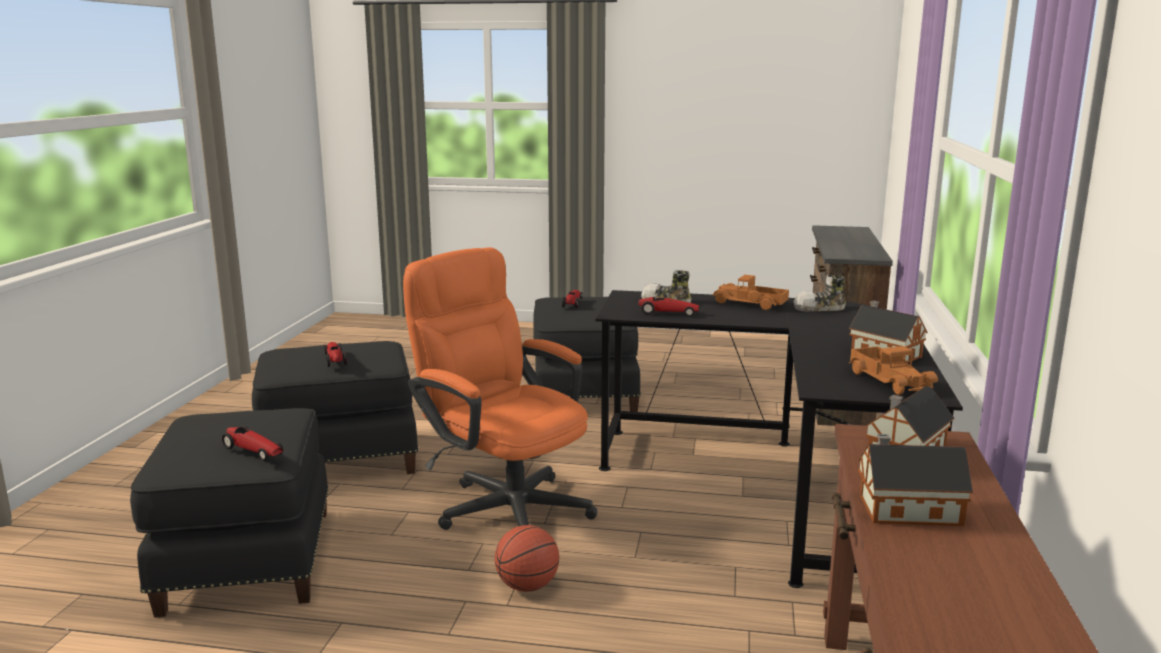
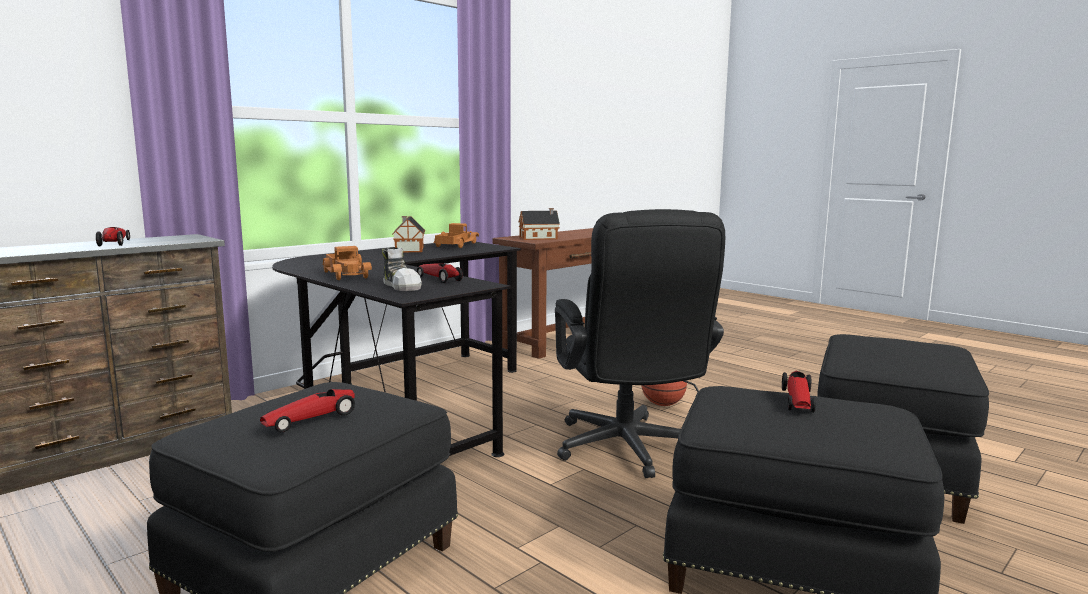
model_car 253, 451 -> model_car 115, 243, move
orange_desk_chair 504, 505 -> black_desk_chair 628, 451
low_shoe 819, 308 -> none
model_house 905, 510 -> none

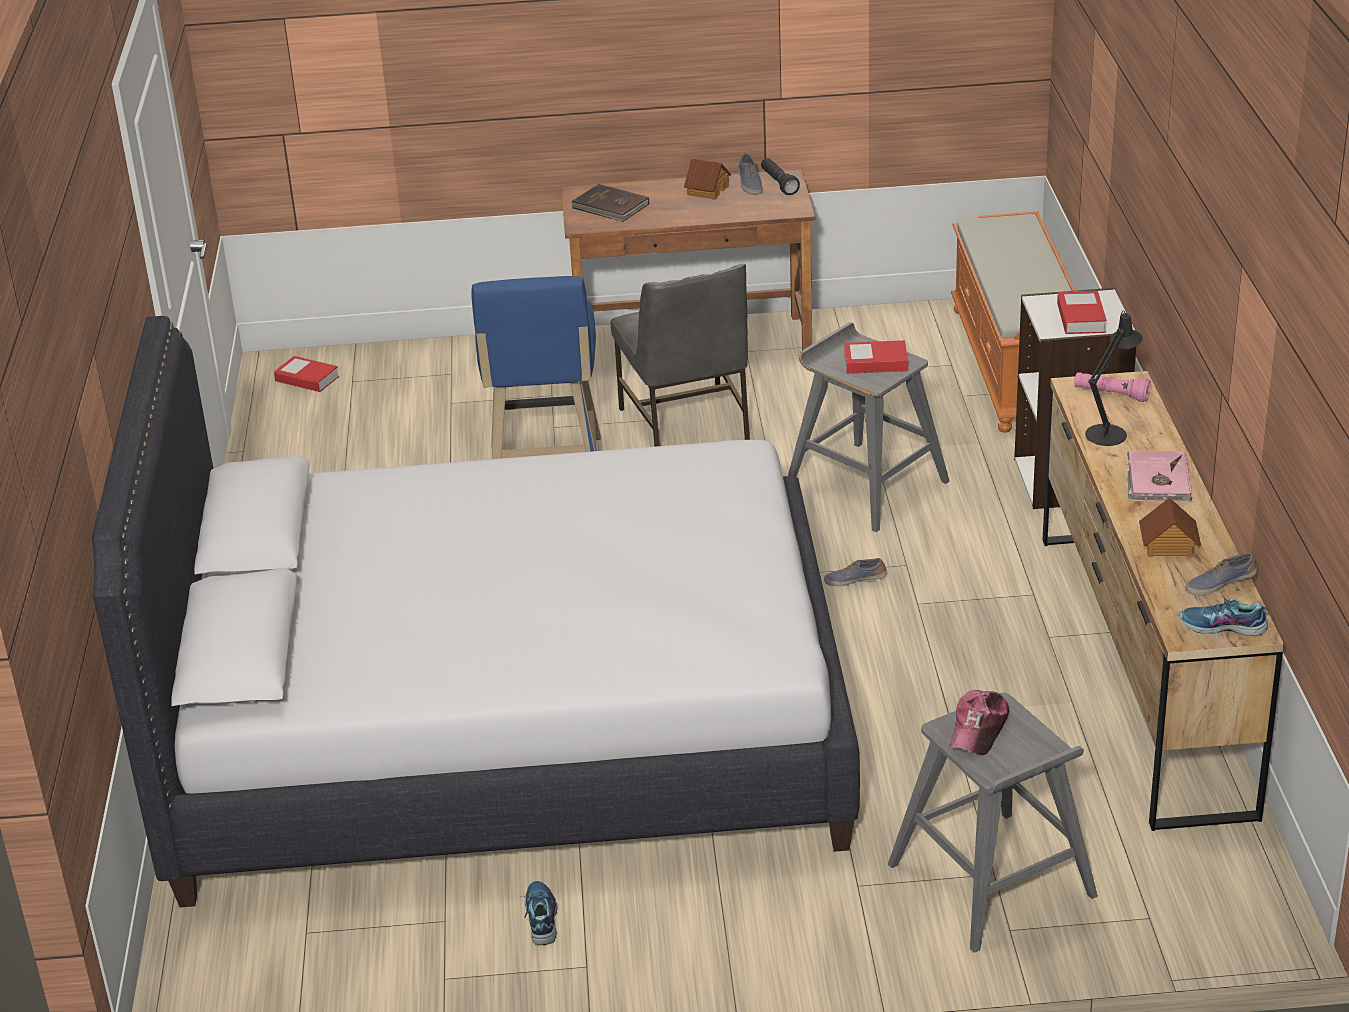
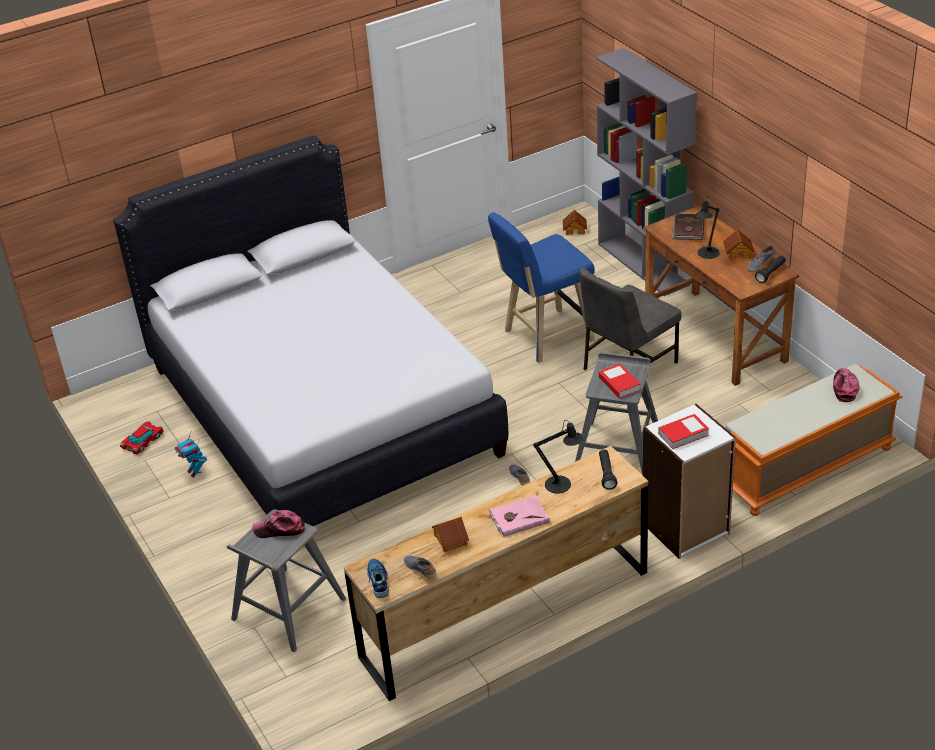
book 307, 379 -> model_house 575, 229
low_shoe 540, 918 -> model_robot 194, 472
pinkish_flashlight 1111, 395 -> black_flashlight 606, 474
none -> model_car 143, 441
none -> greyish_shelving_unit 644, 264
none -> black_table_lamp 707, 254
none -> cap 844, 388

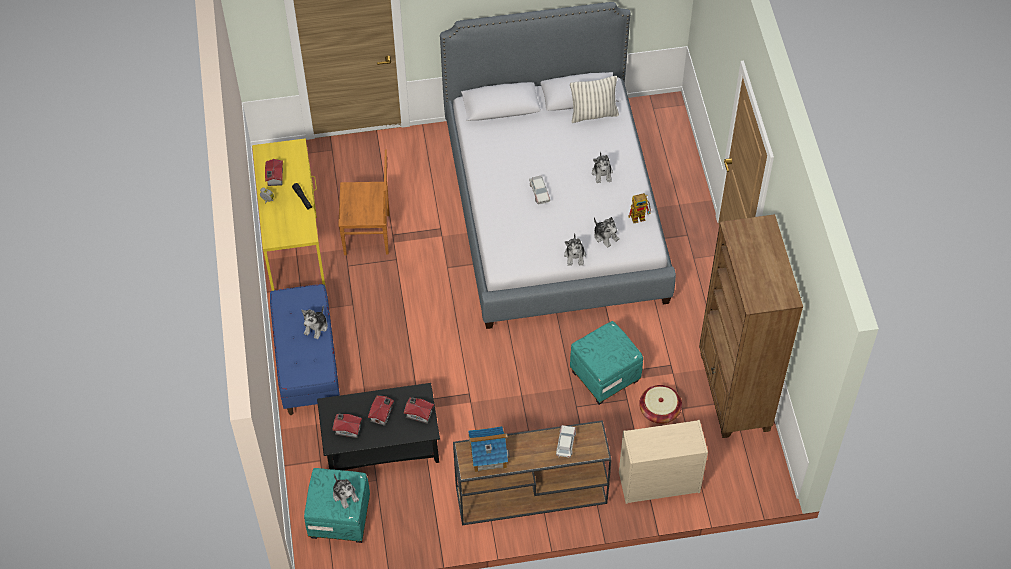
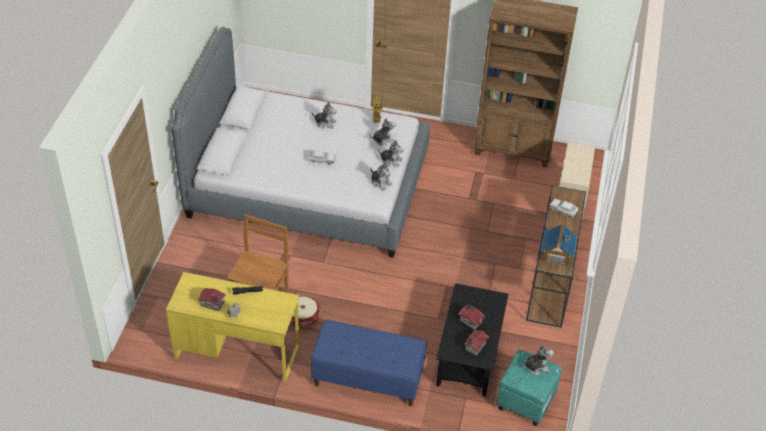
soft_toy 316, 327 -> soft_toy 380, 182, move
model_house 418, 413 -> none
cushion 593, 114 -> none
turquoise-coloured_pouffe 604, 377 -> none
basket 659, 410 -> basket 303, 318, move

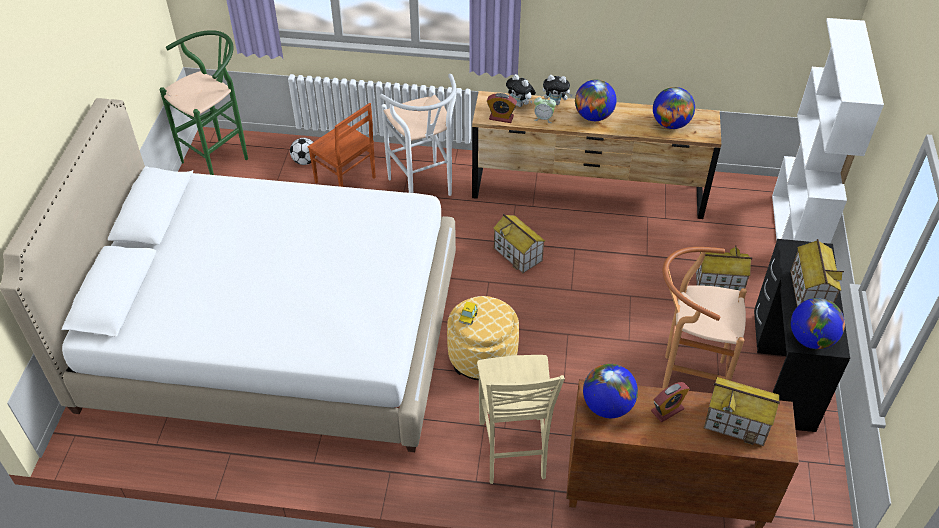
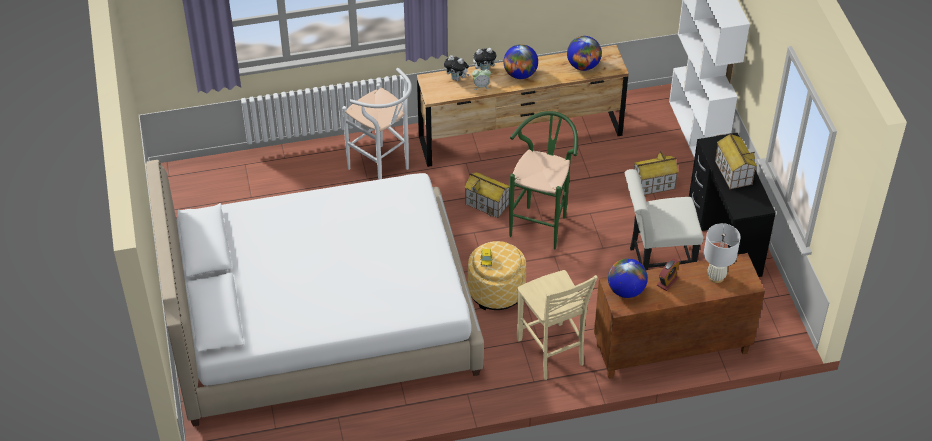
green_sitting_stool 221, 158 -> green_sitting_stool 541, 223, move
football 305, 161 -> none
brown_upright_chair 345, 181 -> none
bedside_clock 501, 117 -> none
brown_sitting_stool 684, 379 -> white-coloured_upright_chair 655, 265
model_house 737, 423 -> white-coloured_table_lamp 716, 277
desk_globe 811, 339 -> none

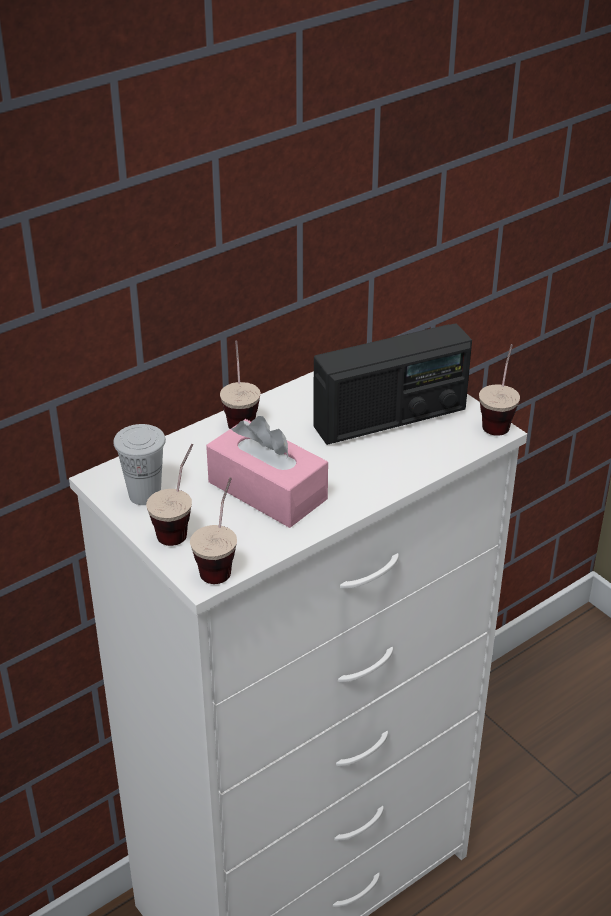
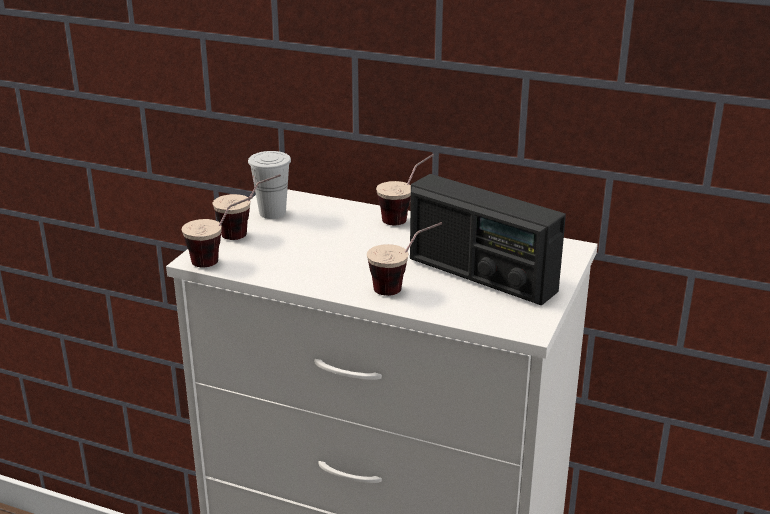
pinkish_tissue_holder 267, 490 -> none
cup 498, 419 -> cup 404, 287, move

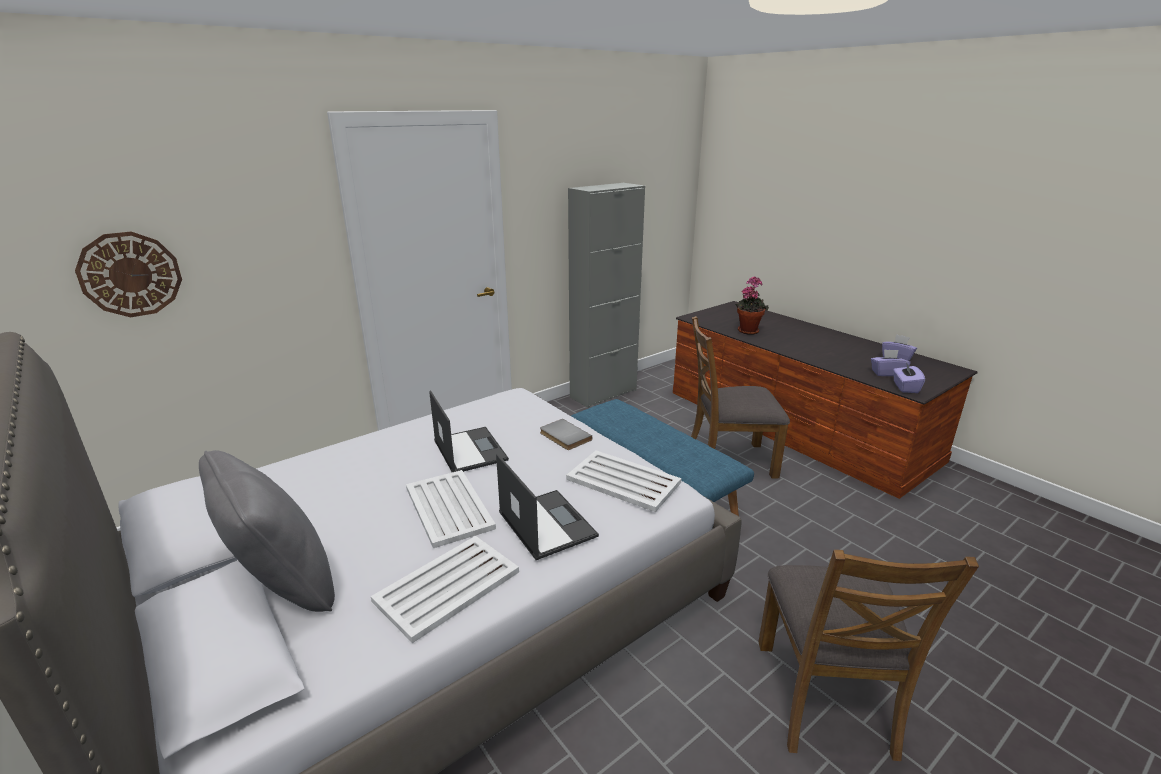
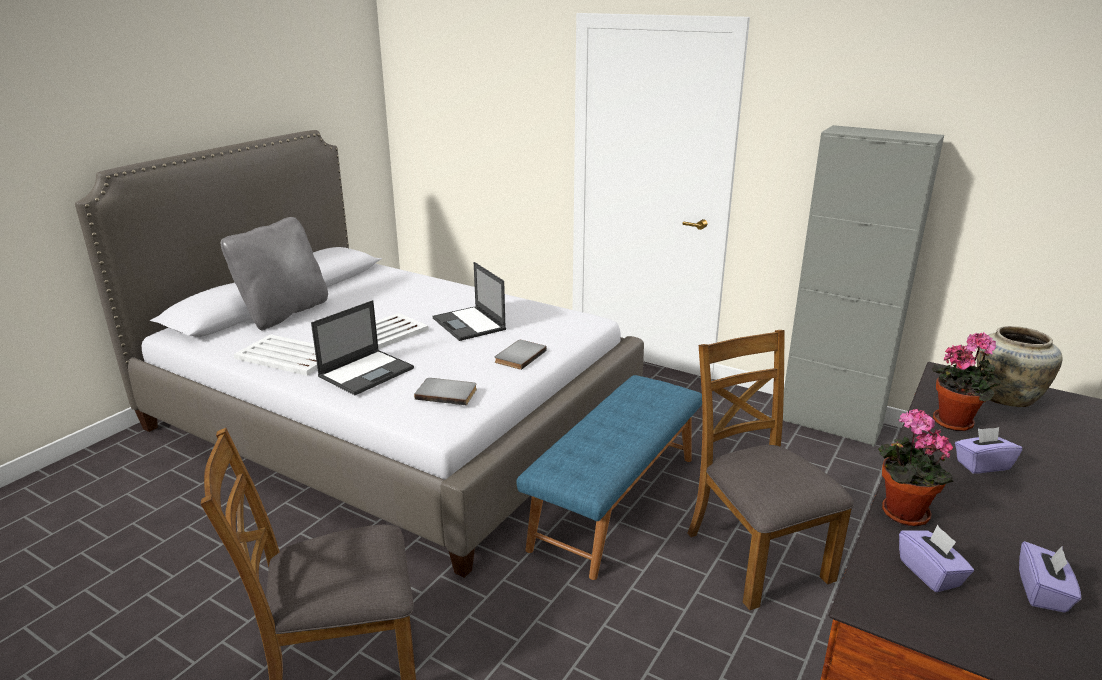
hanging_clock 130, 274 -> none
notebook_computer 469, 450 -> notebook_computer 469, 324, 105 degrees clockwise
white-coloured_serving_tray 622, 480 -> greyish_book 447, 393
purplish_tissue_holder 905, 387 -> purplish_tissue_holder 982, 465, move
none -> plant_in_a_pot 900, 513
none -> sand-coloured_flower_vase 1007, 397

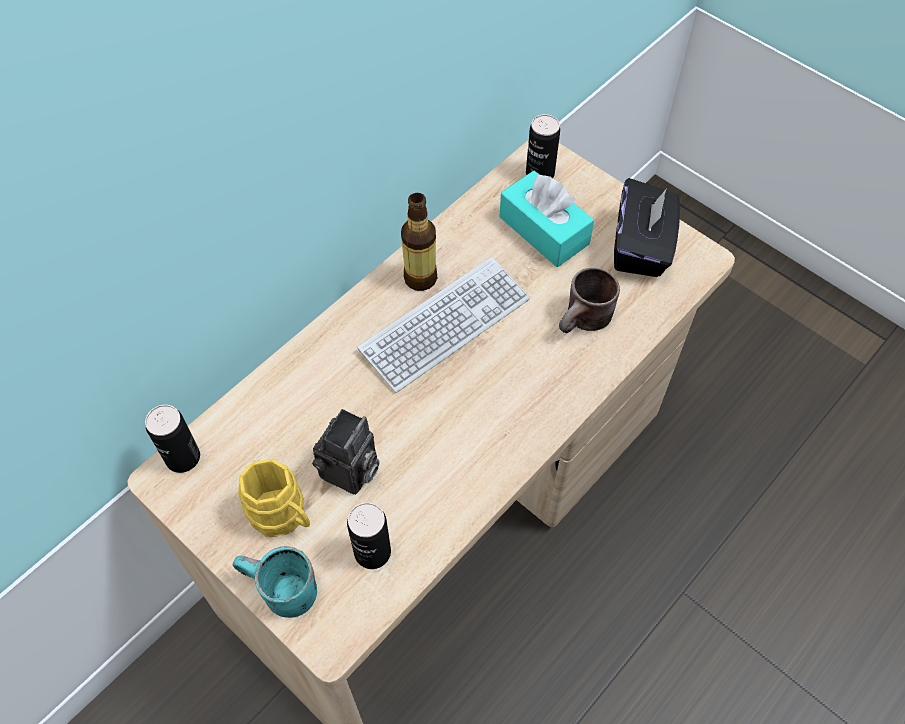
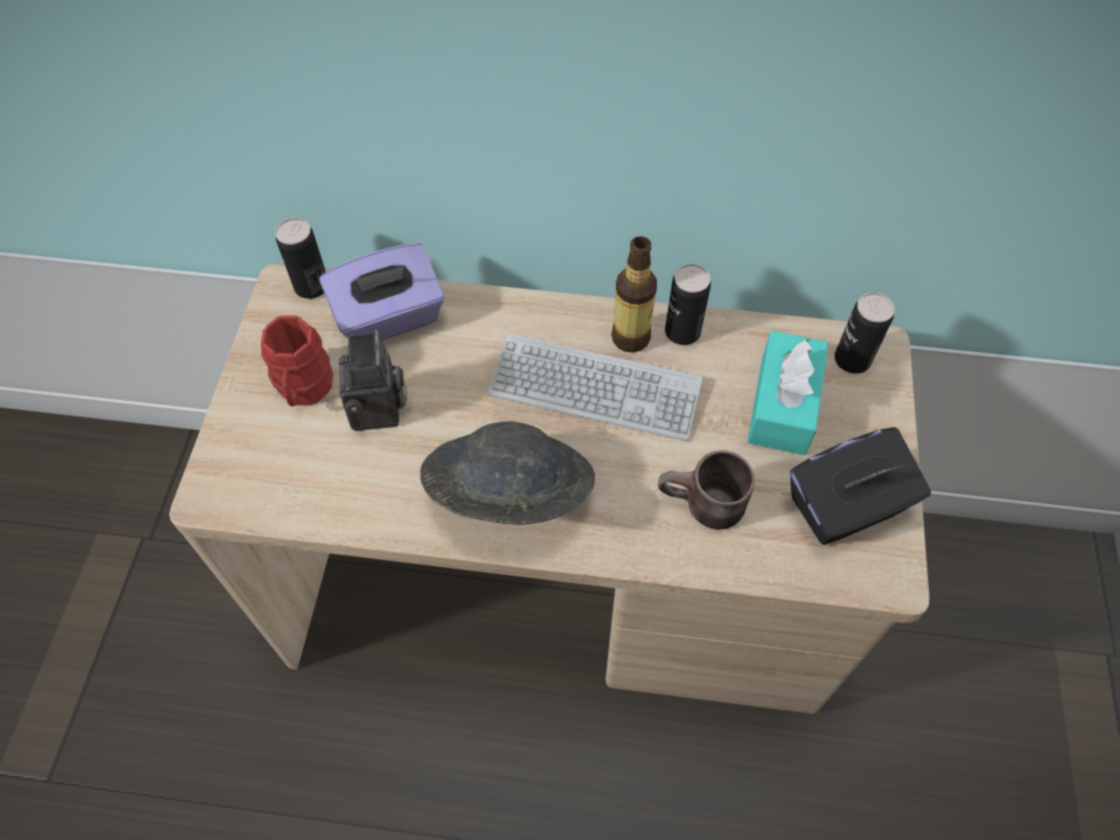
turquoise-coloured_tea_mug 278, 593 -> none
yellowish_tea_mug 283, 516 -> red-coloured_tea_mug 303, 389
still_camera 350, 473 -> still_camera 379, 411, 90 degrees counterclockwise
can 372, 552 -> can 682, 331, move
none -> purplish_tissue_holder 390, 318
none -> greyish_clothing_hat 508, 494

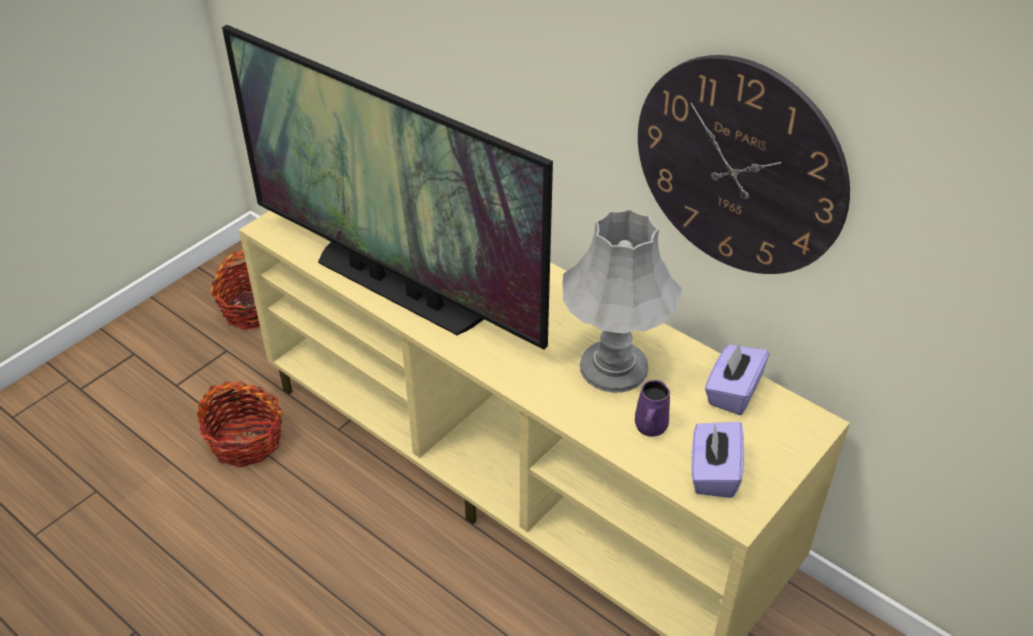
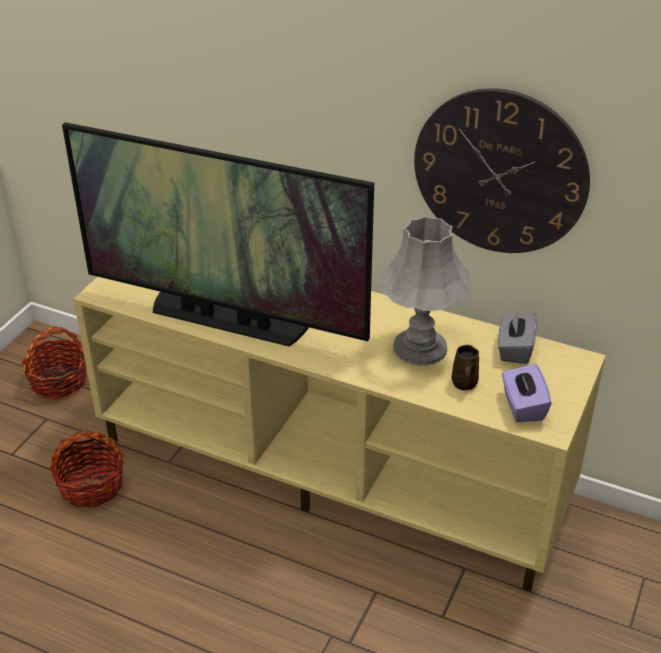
purplish_tea_mug 650, 427 -> brown_tea_mug 464, 384
purplish_tissue_holder 732, 392 -> greyish_tissue_holder 514, 349

